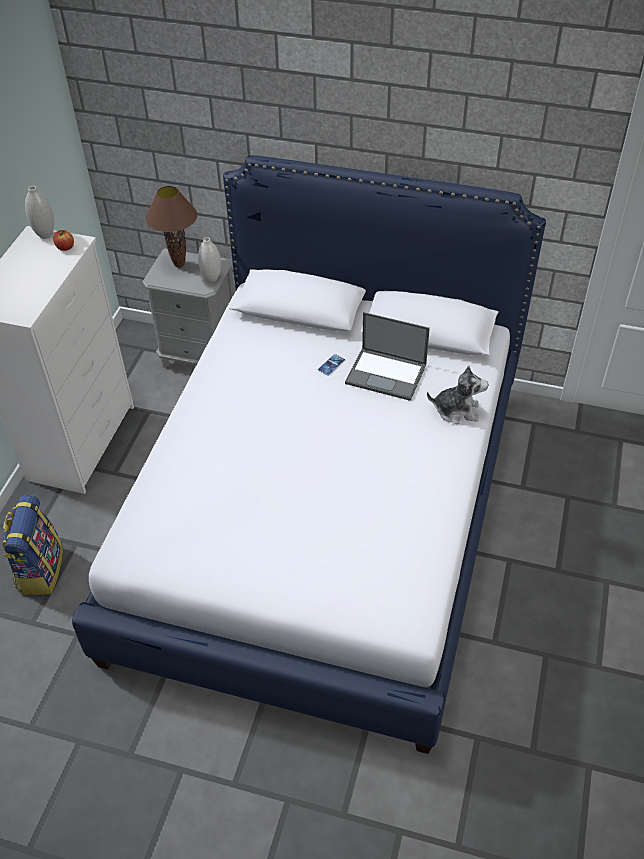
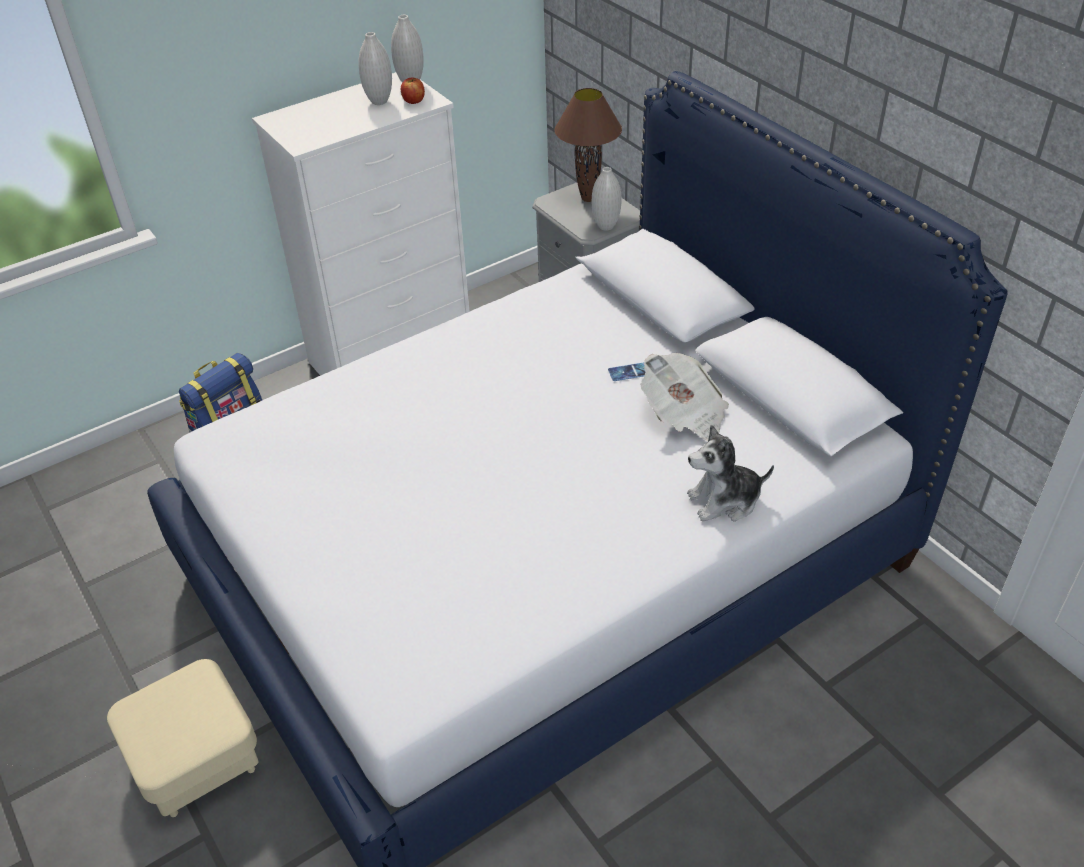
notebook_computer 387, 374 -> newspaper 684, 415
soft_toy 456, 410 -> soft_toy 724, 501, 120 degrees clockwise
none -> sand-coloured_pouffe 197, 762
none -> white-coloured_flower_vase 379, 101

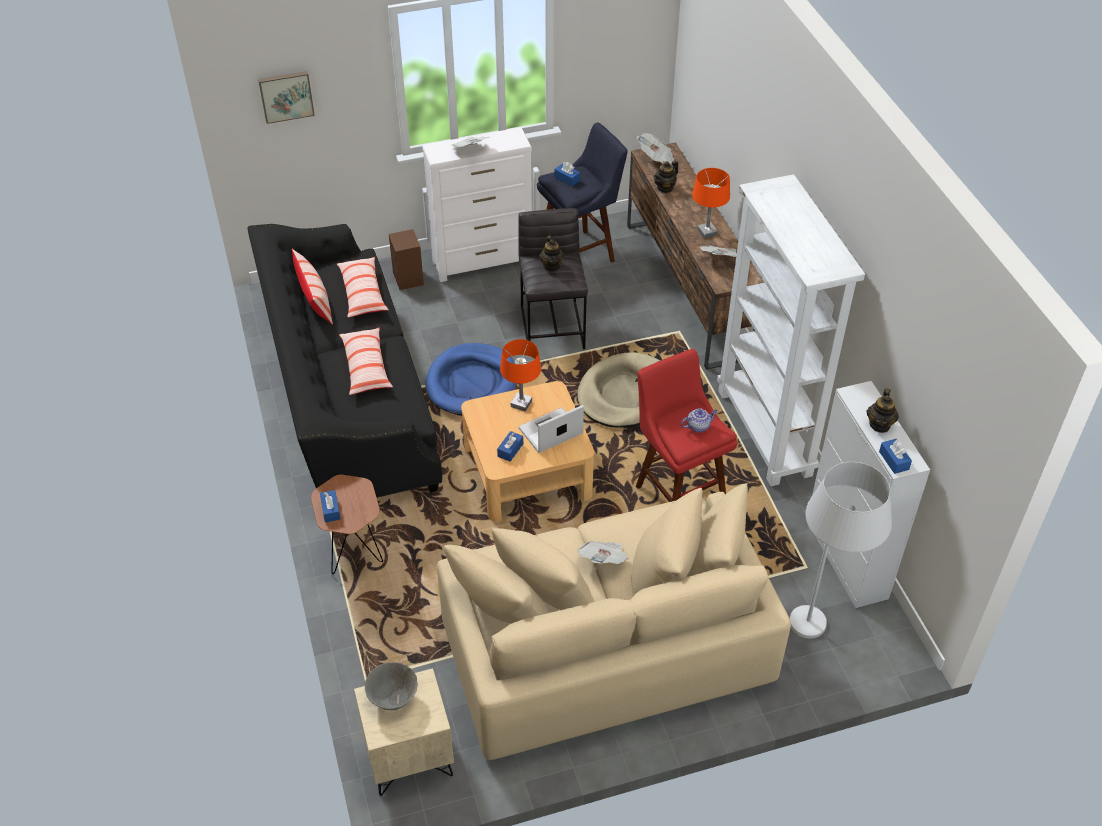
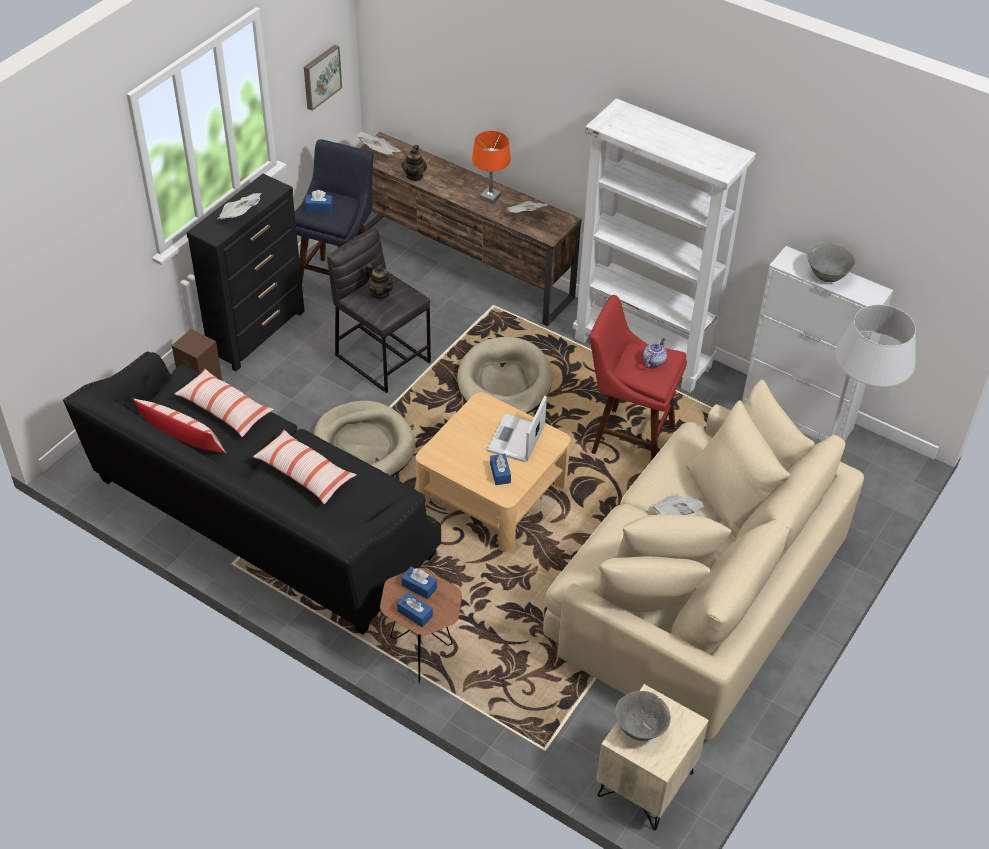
picture 286, 96 -> picture 321, 76, move
white-coloured_dresser 483, 262 -> black_dresser 258, 333
blue-coloured_pet_bed 472, 383 -> sand-coloured_pet_bed 364, 446
orange_table_lamp 521, 403 -> none
pot_for_tea 880, 425 -> greyish_serving_bowl 827, 275
blue-coloured_tissue_holder 894, 460 -> blue-coloured_tissue_holder 419, 587, move

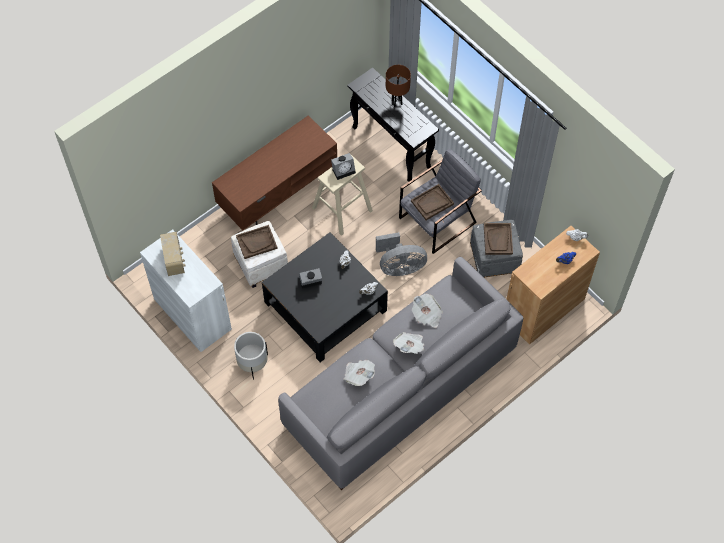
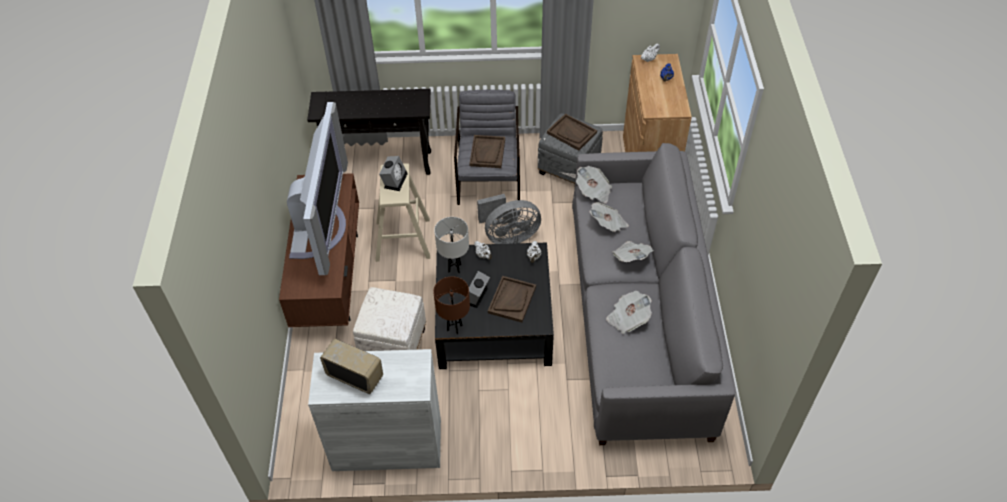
white-coloured_planter 252, 363 -> none
brown_serving_tray 256, 242 -> brown_serving_tray 512, 300, move
greyish_fan 399, 267 -> greyish_fan 508, 236, 45 degrees clockwise
brown_table_lamp 397, 102 -> brown_table_lamp 454, 328, move
none -> TV_set 321, 227
none -> white-coloured_table_lamp 454, 268
none -> newspaper 593, 191

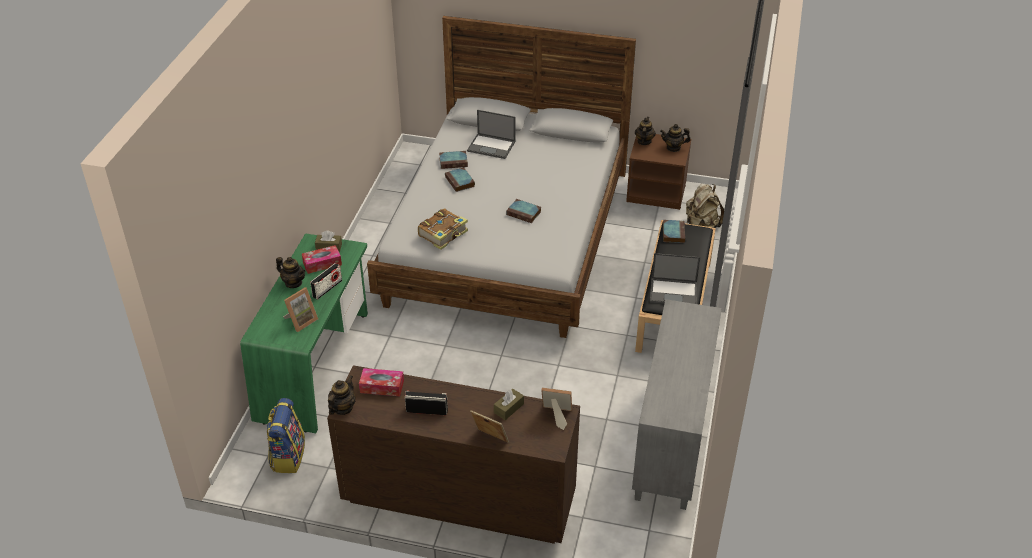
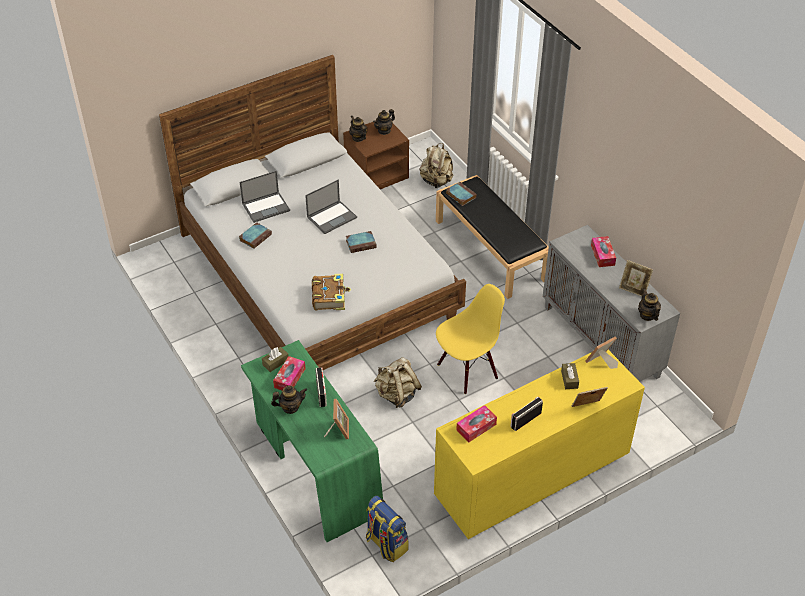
brown_dresser 458, 498 -> yellowish_dresser 530, 478
pot_for_tea 342, 408 -> pot_for_tea 647, 315, move
book 460, 182 -> none
notebook_computer 674, 292 -> notebook_computer 332, 217, move
none -> sand-coloured_rucksack 397, 394
none -> yellowish_upright_chair 467, 370
none -> tissue_holder 602, 255
none -> photo_frame 633, 289

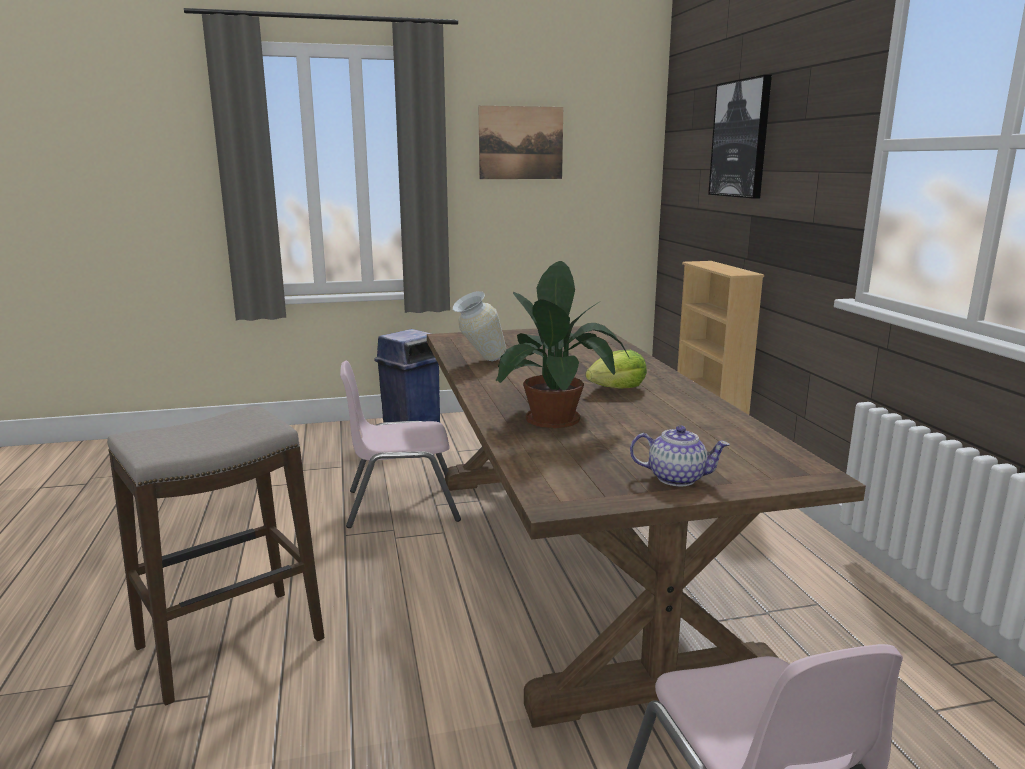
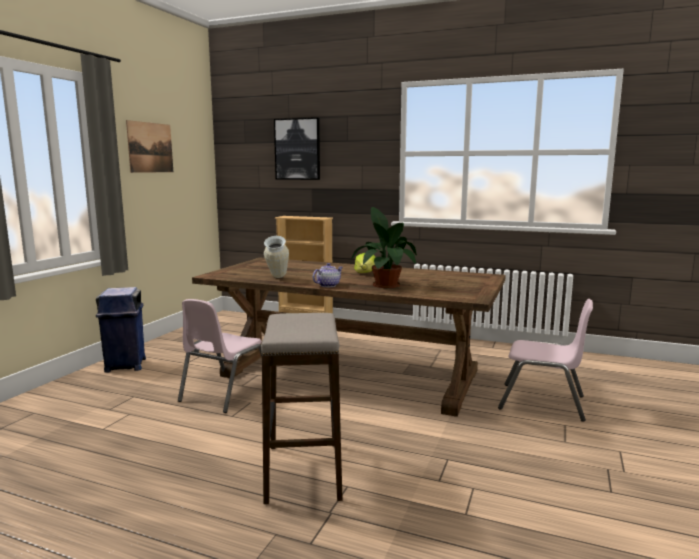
pot_for_tea 677, 478 -> pot_for_tea 328, 285, move

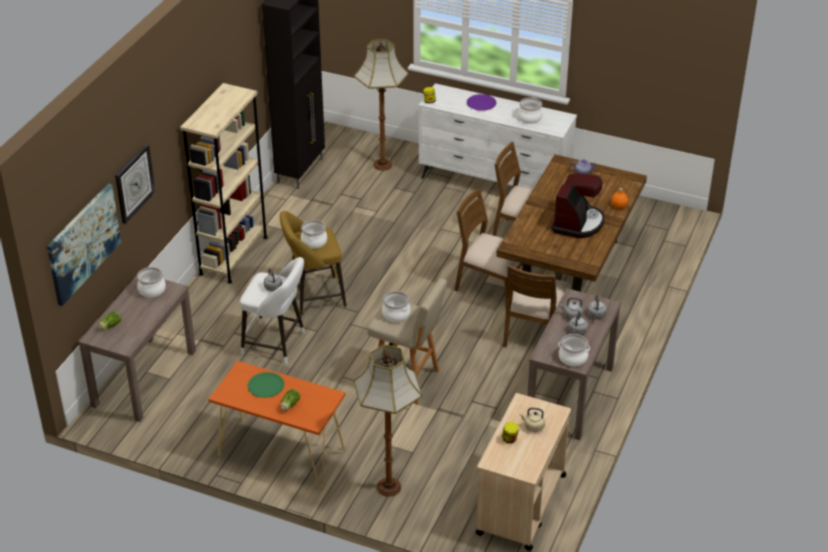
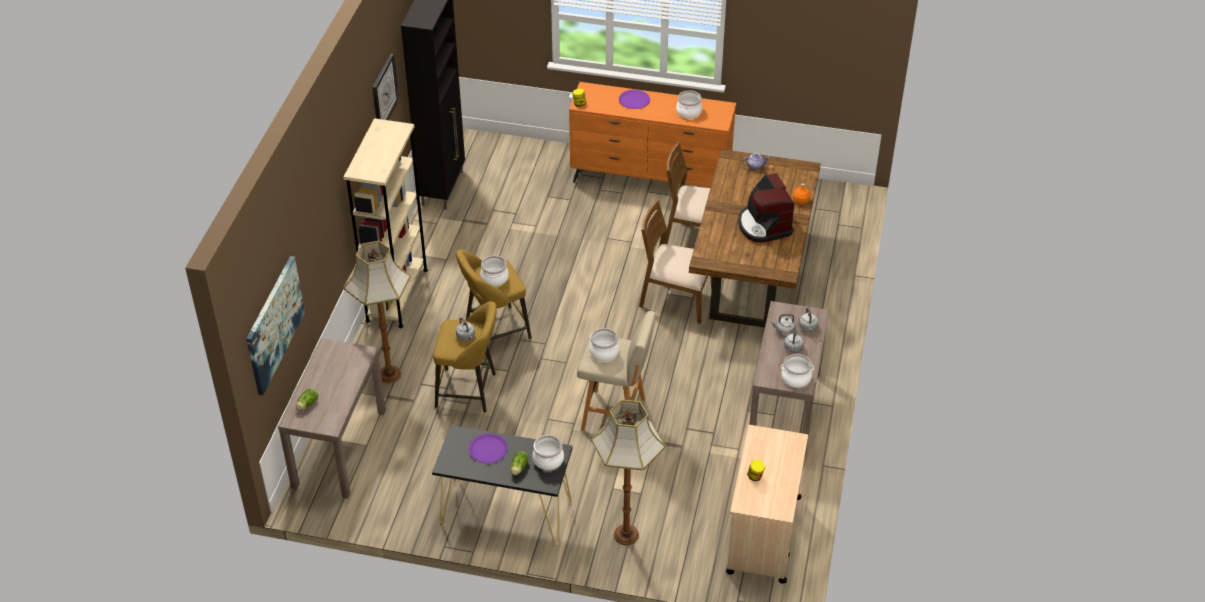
hanging_clock 134, 183 -> hanging_clock 384, 93, move
cooking_pot 152, 290 -> cooking_pot 548, 460, move
orange_console_table 281, 452 -> black_console_table 505, 512
white-coloured_sitting_stool 277, 344 -> yellowish_sitting_stool 470, 391
green_flat_dish 266, 385 -> purplish_flat_dish 488, 449
standing_lamp 382, 165 -> standing_lamp 389, 375, move
white-coloured_dresser 494, 184 -> orange_dresser 651, 180
brown_upright_chair 534, 332 -> none
sand-coloured_tea_kettle 533, 426 -> none
coffee_machine 577, 223 -> coffee_machine 764, 225, 150 degrees clockwise

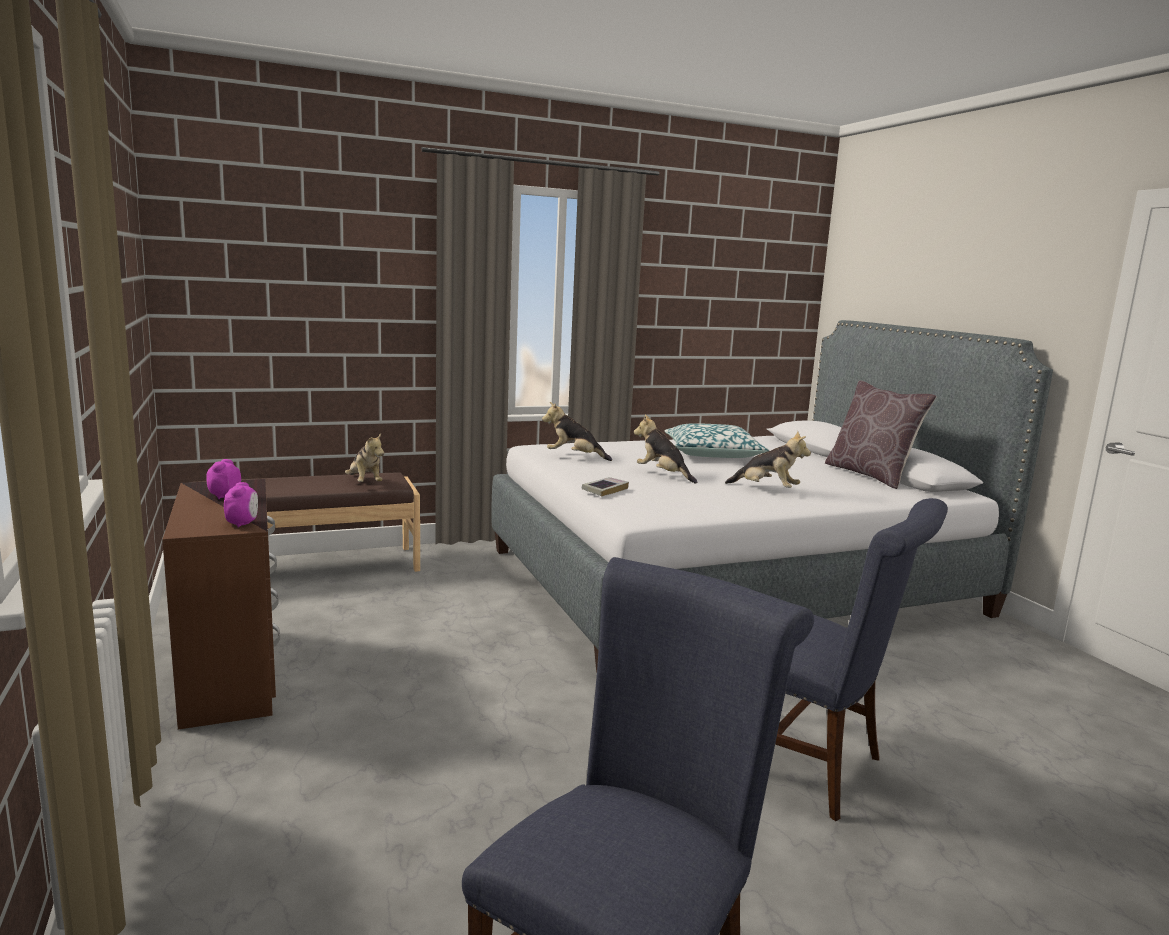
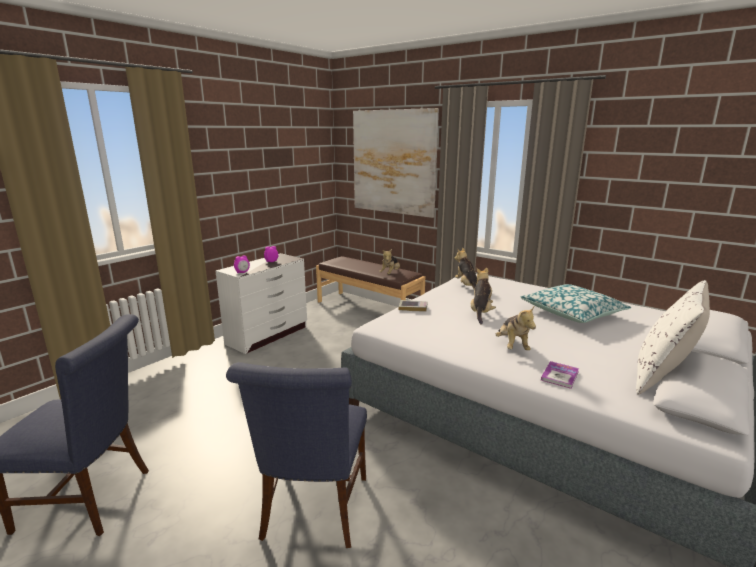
brown_dresser 232, 673 -> white-coloured_dresser 268, 335
brown_cushion 870, 475 -> white-coloured_cushion 663, 376
none -> picture 393, 162
none -> book 560, 376

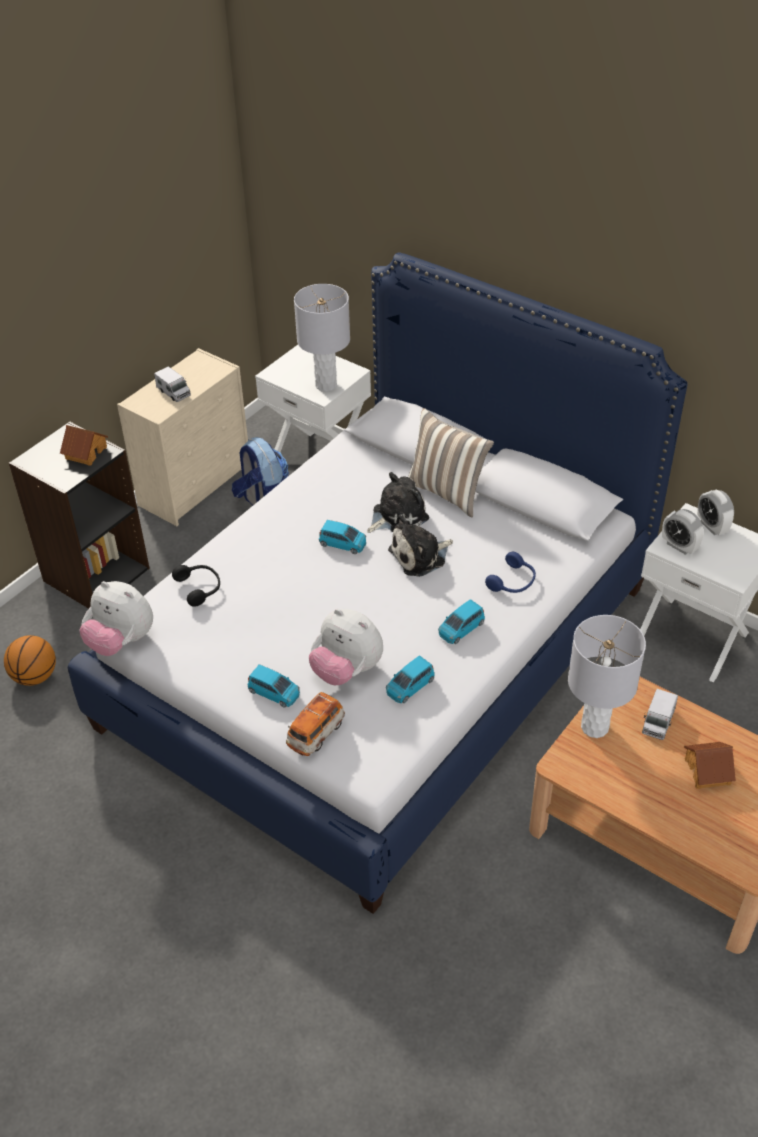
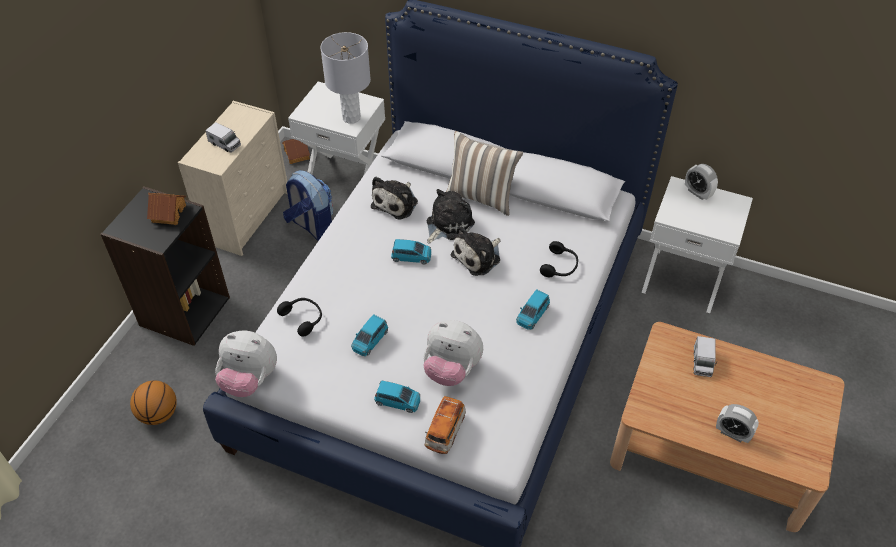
blue-coloured_model_car 410, 686 -> blue-coloured_model_car 370, 340, move
blue-coloured_pair_of_headphones 513, 582 -> black_pair_of_headphones 560, 266
greyish_table_lamp 594, 727 -> none
bedside_clock 679, 546 -> bedside_clock 732, 433, move
model_house 708, 771 -> model_house 297, 154, move
none -> soft_toy 396, 202

